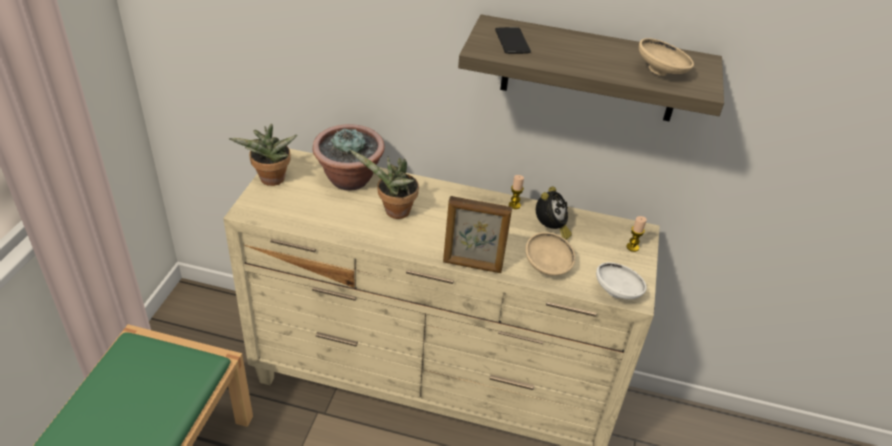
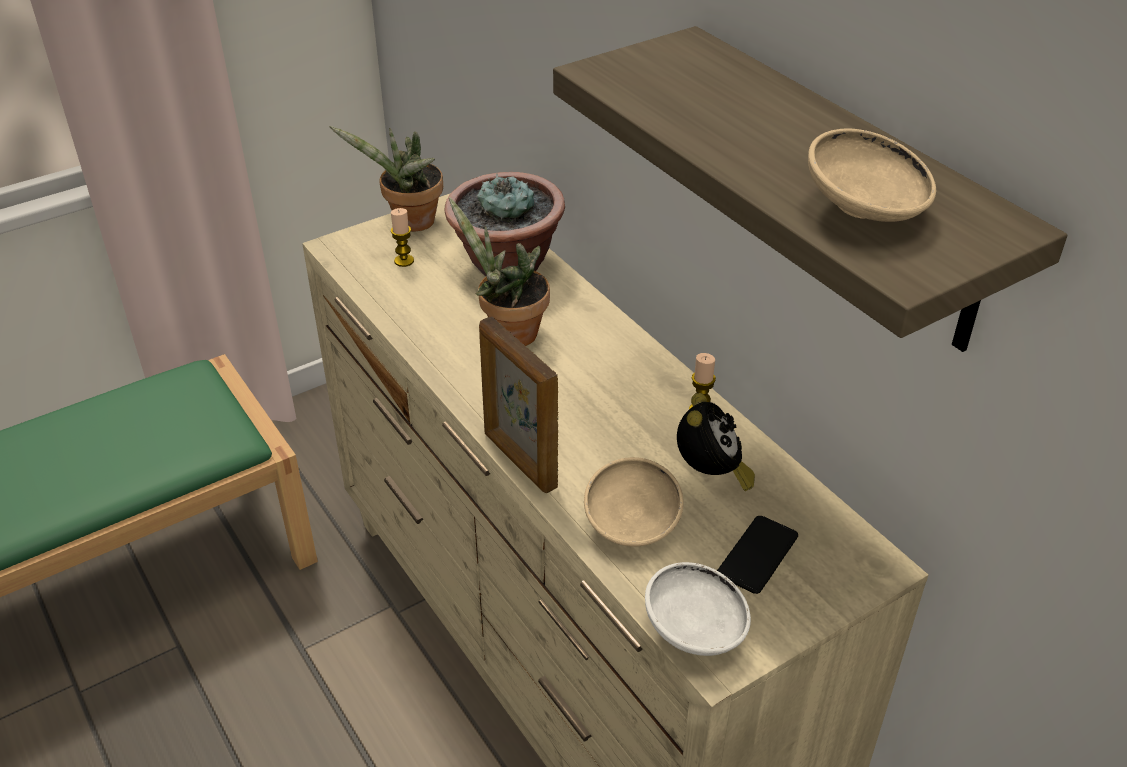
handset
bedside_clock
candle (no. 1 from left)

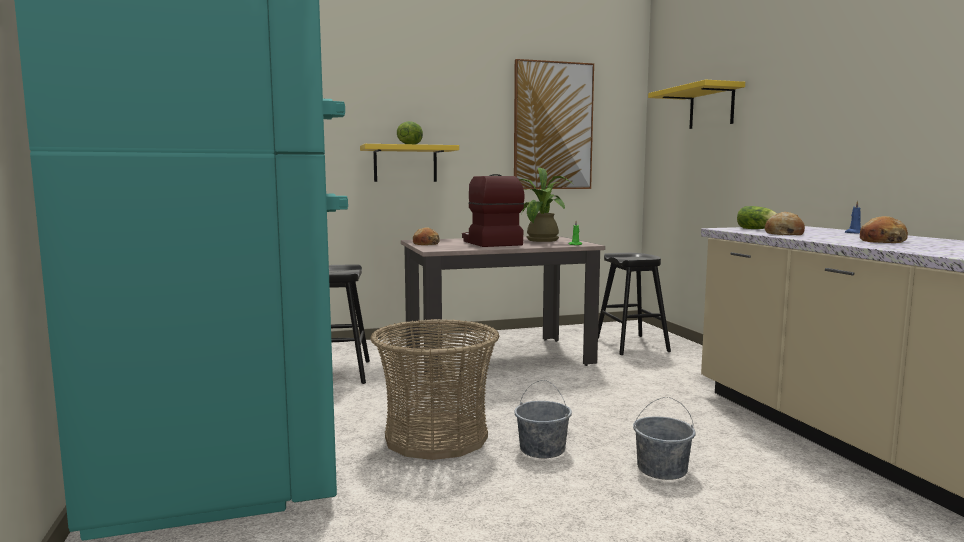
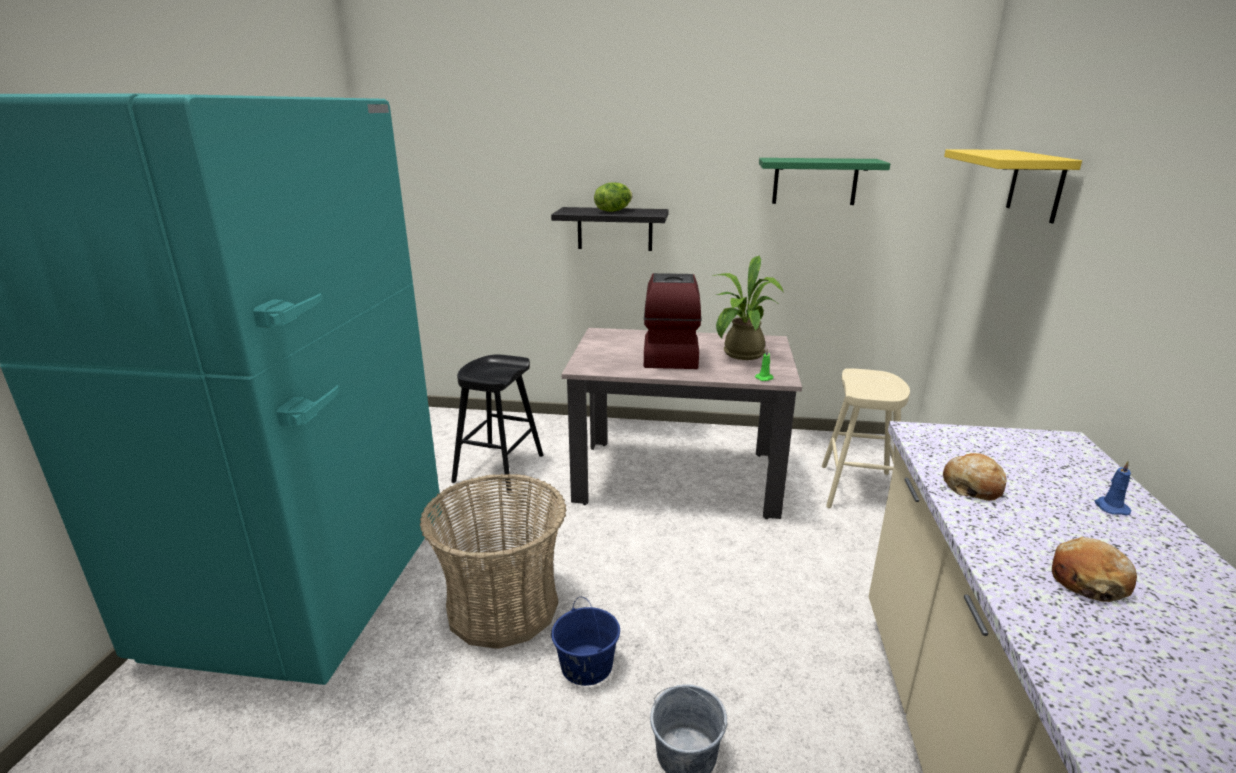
greenish_bracket_shelf
blackish_bracket_shelf
lettuce (no. 2 from left in the first image)
baked_bread (no. 1 from left in the first image)
beige-coloured_stool_seat
bluish_pail

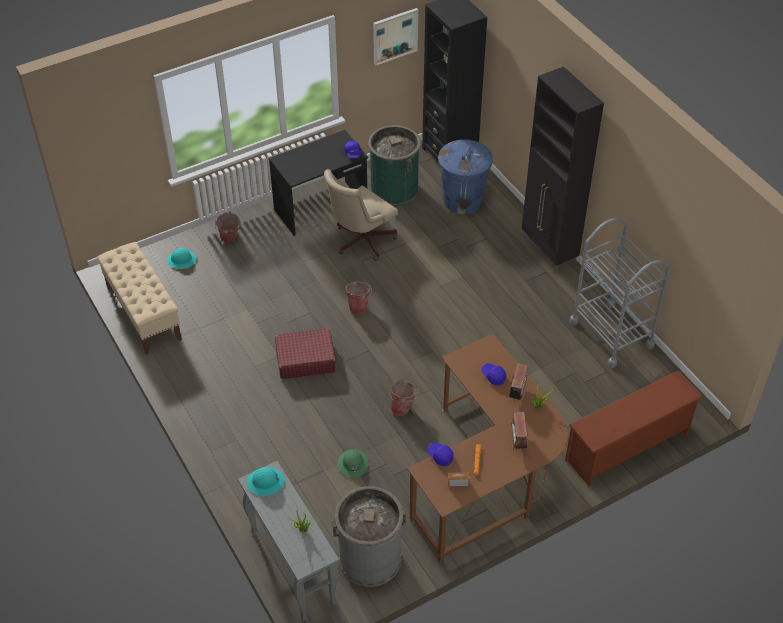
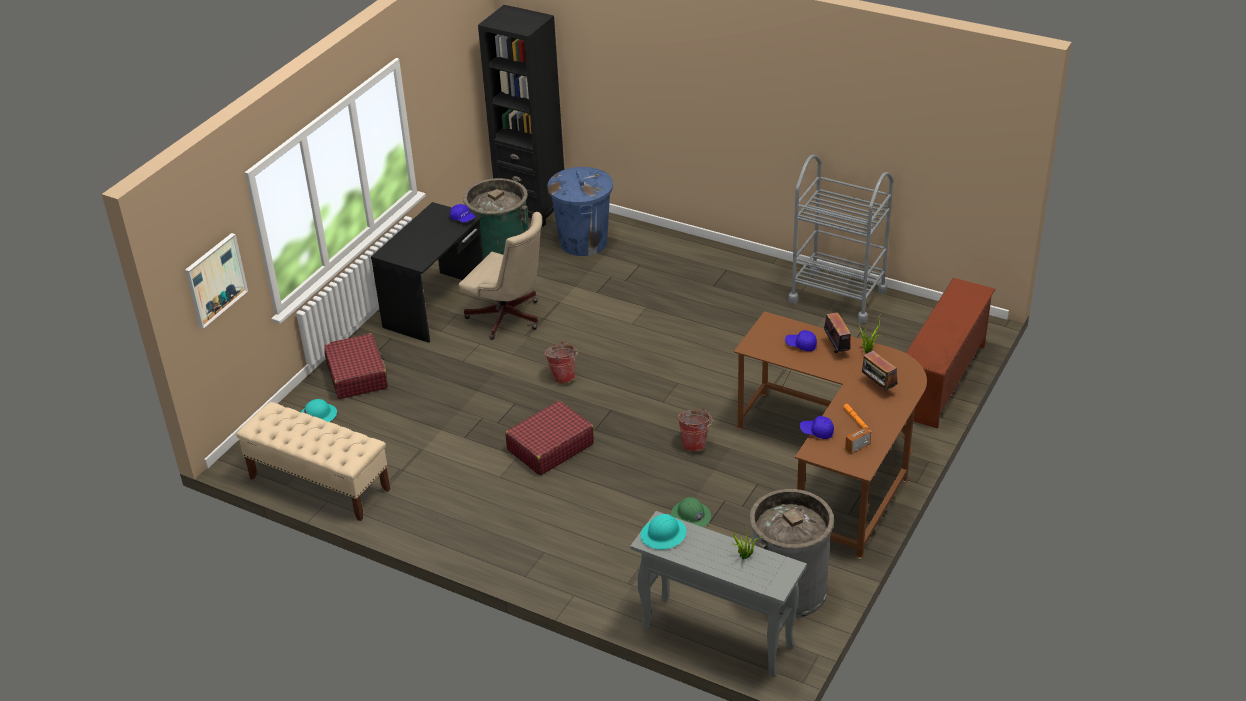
wall_art
blackish_storage_cabinet
beige-coloured_computer_chair
reddish_piece_of_luggage (no. 1 from left)

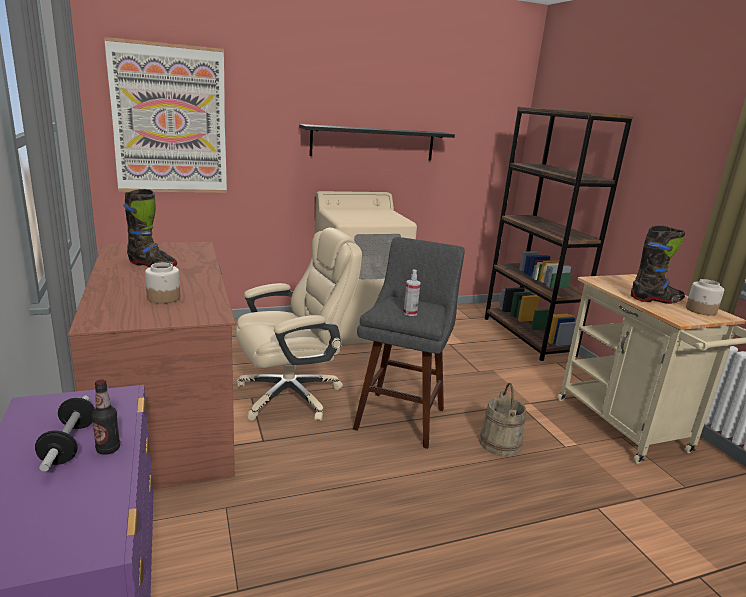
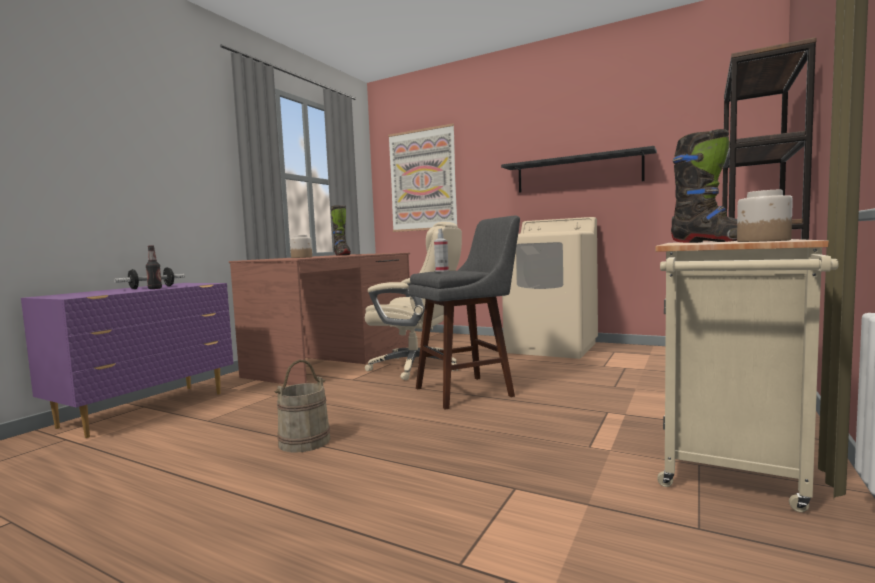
beige-coloured_pail

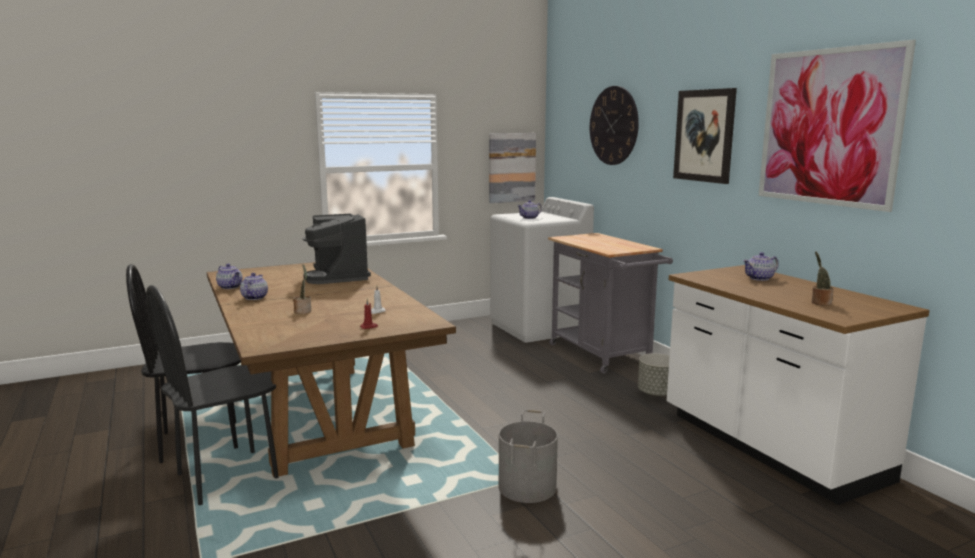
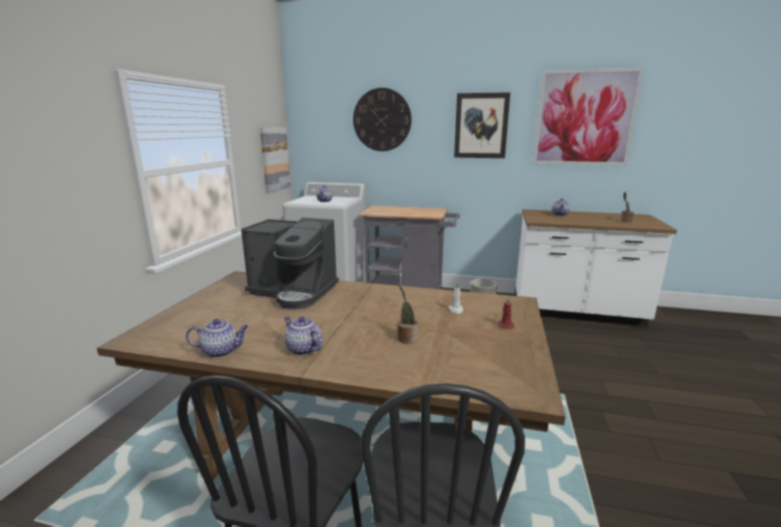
gray_pail

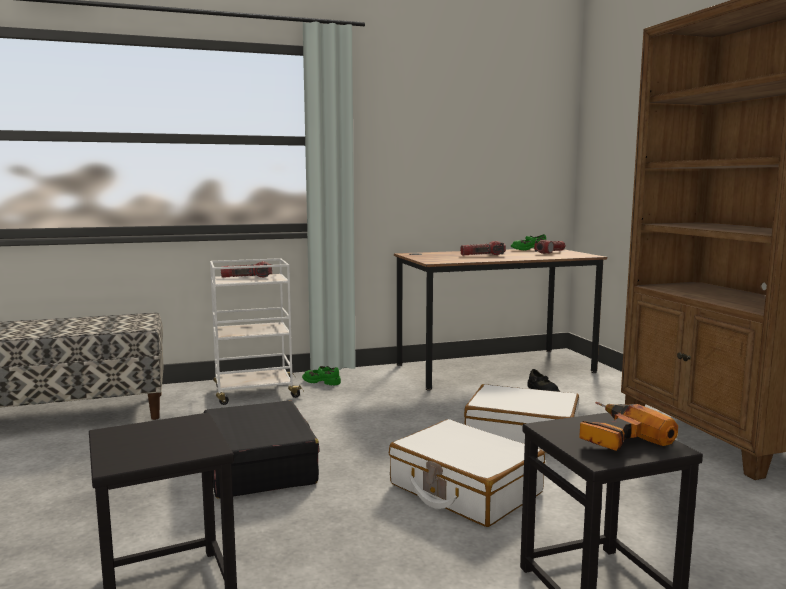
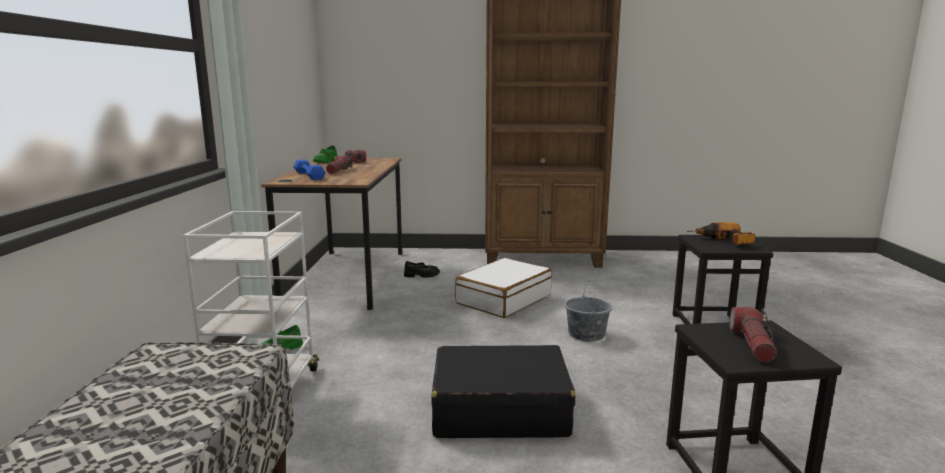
torch (no. 3 from left)
gray_pail
bluish_hand_weight

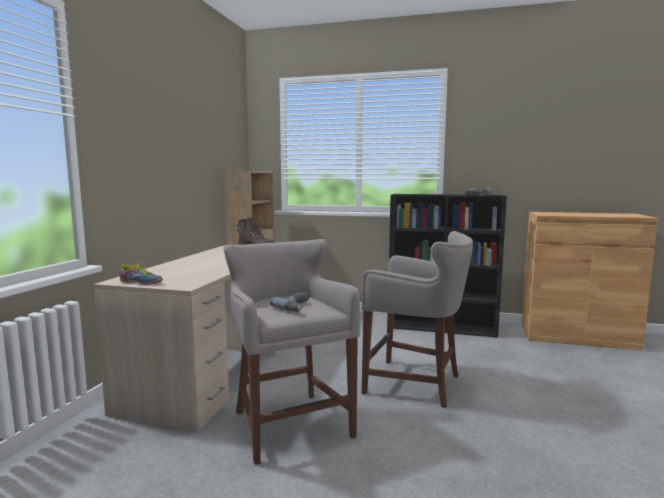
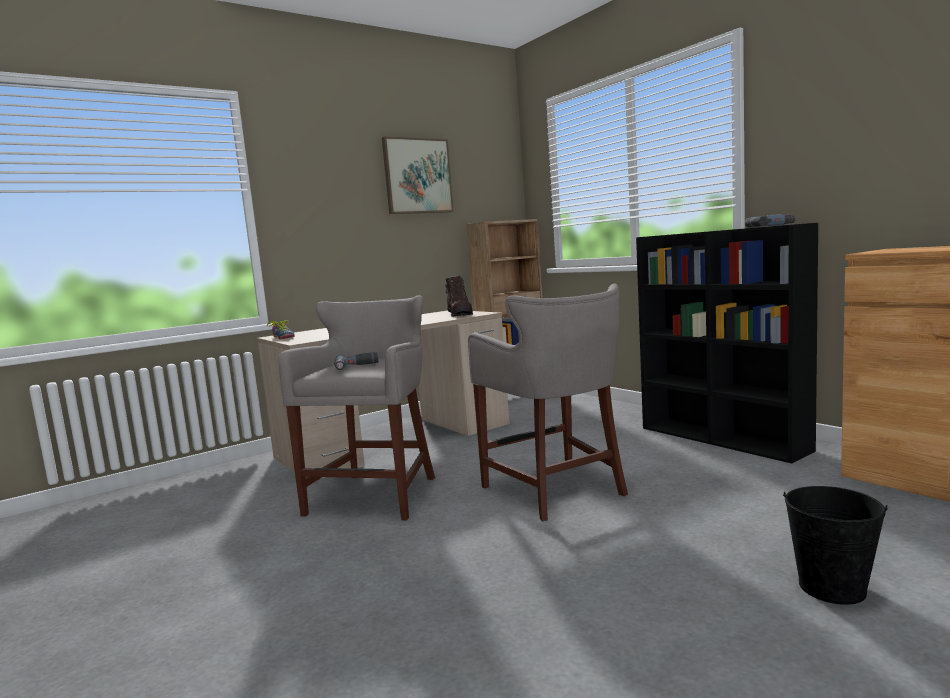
wall_art
blackish_pail

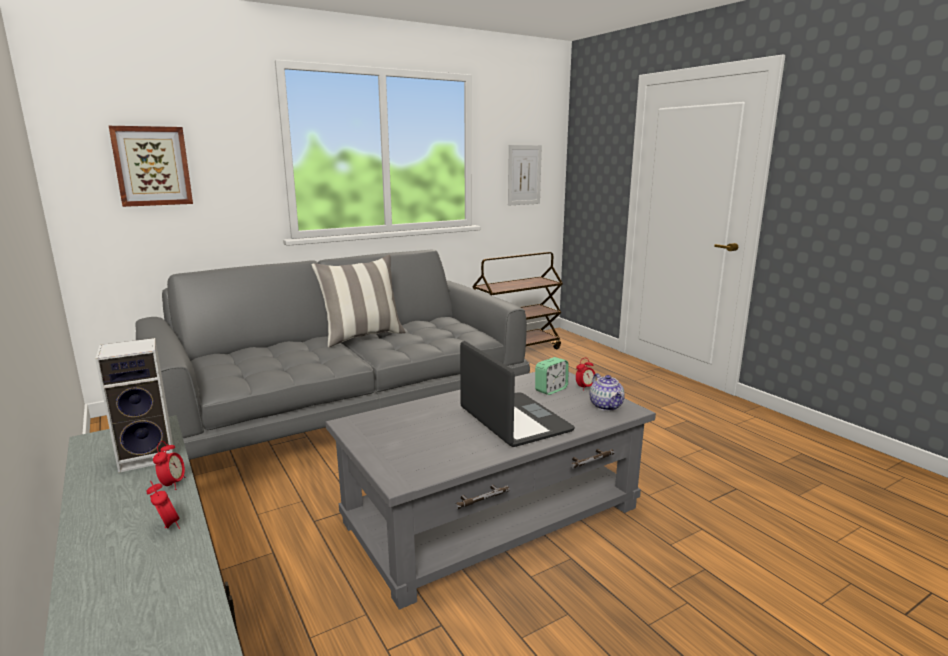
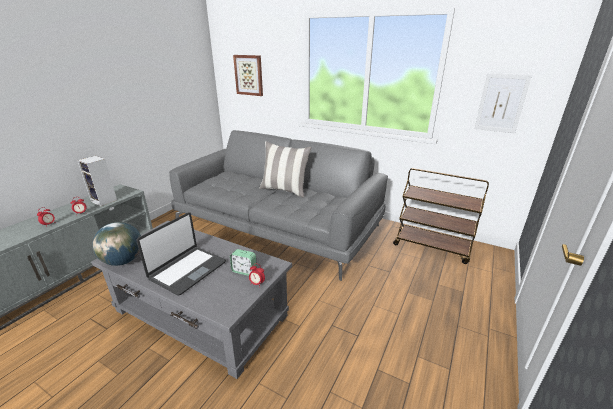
teapot
world_globe

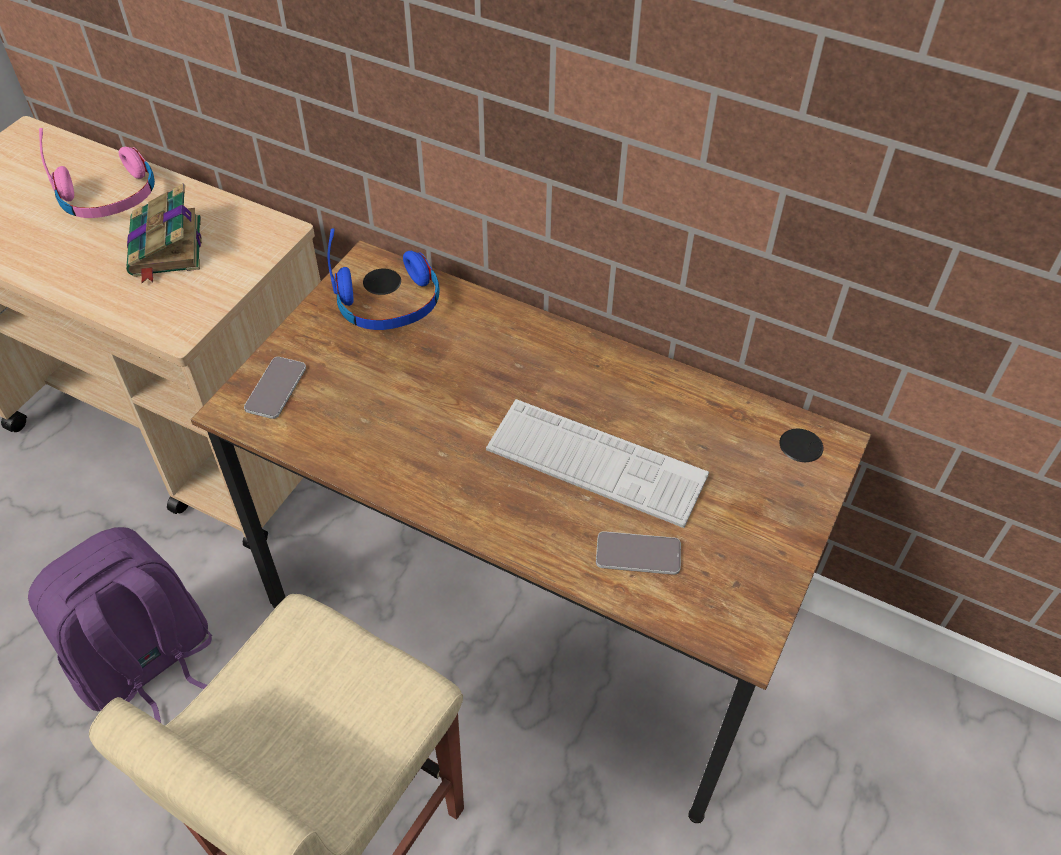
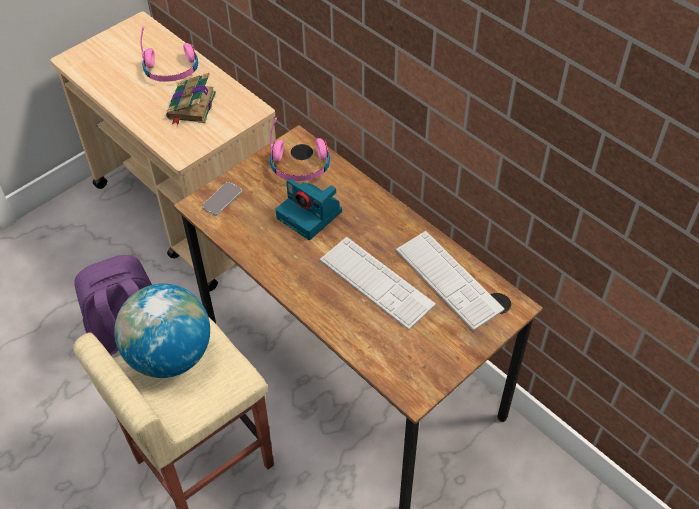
pink-coloured_headset (no. 2 from left)
handset (no. 2 from left in the first image)
still_camera
PC_keyboard (no. 2 from left)
world_globe

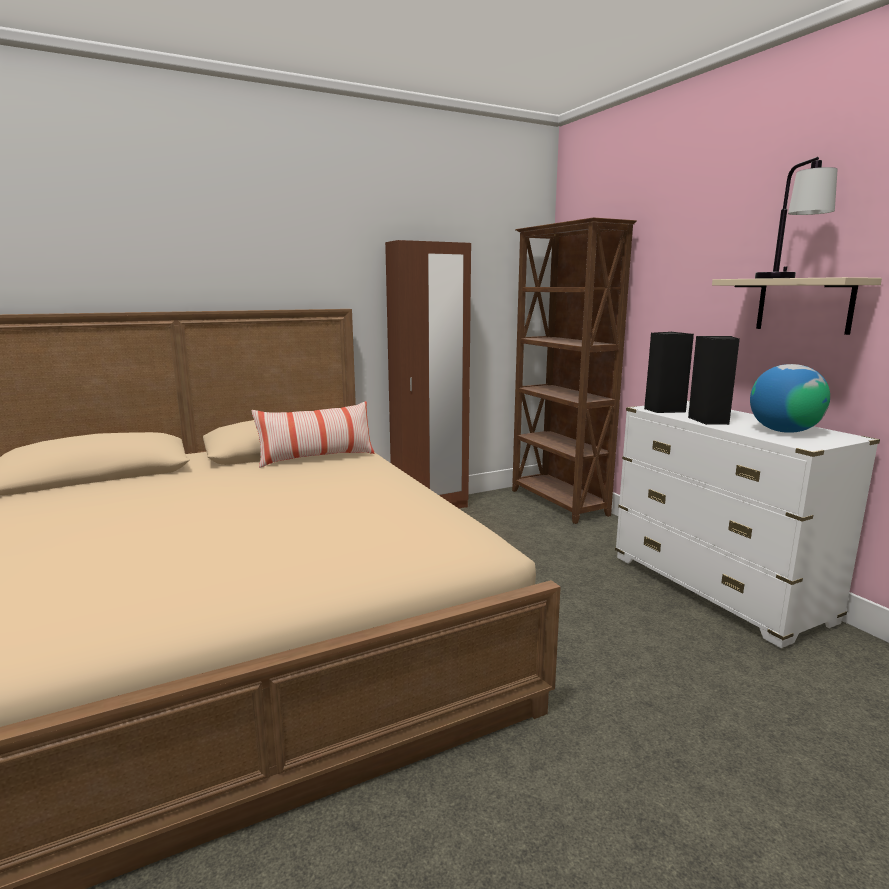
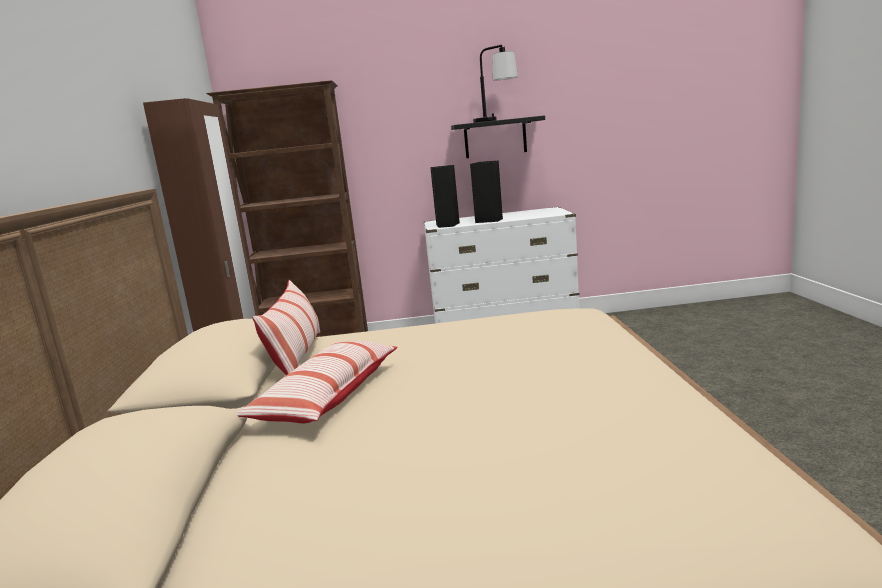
blackish_bracket_shelf
world_globe
cushion (no. 2 from left)

